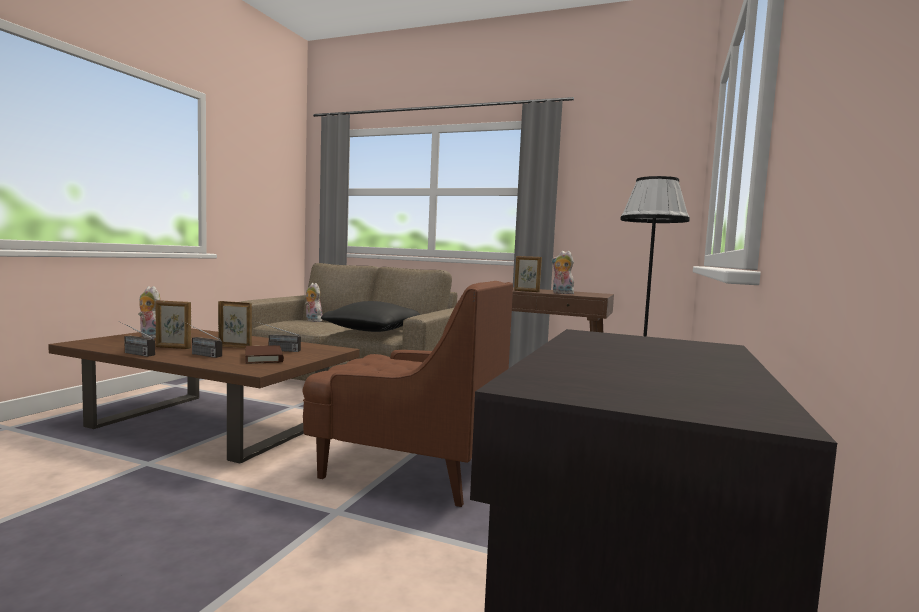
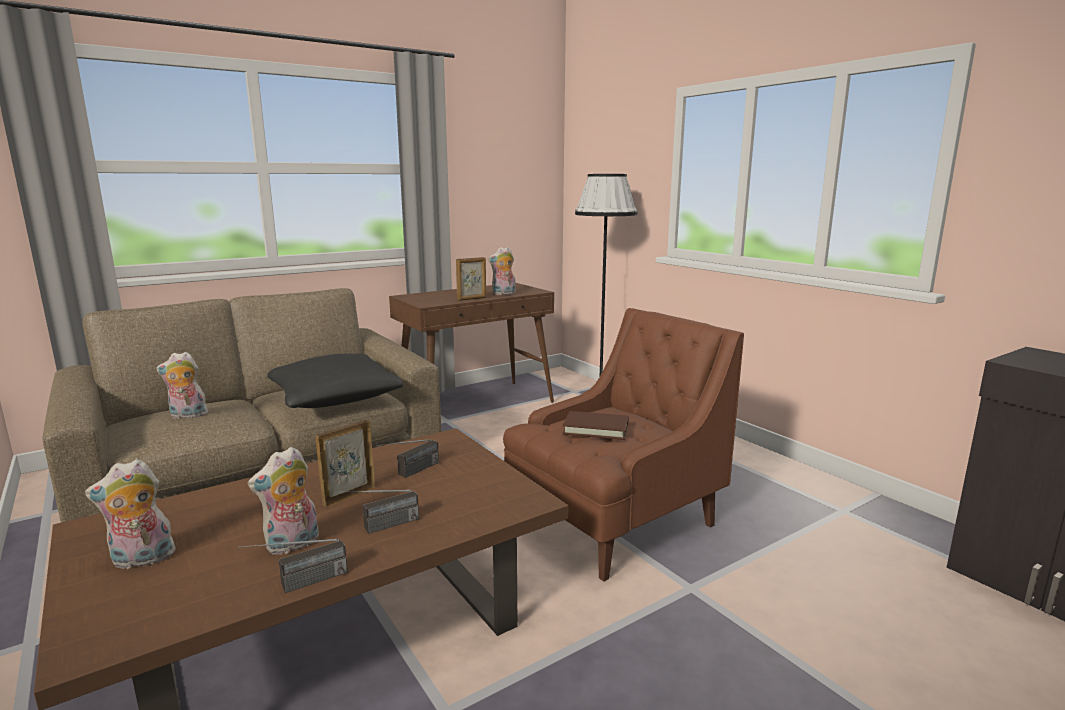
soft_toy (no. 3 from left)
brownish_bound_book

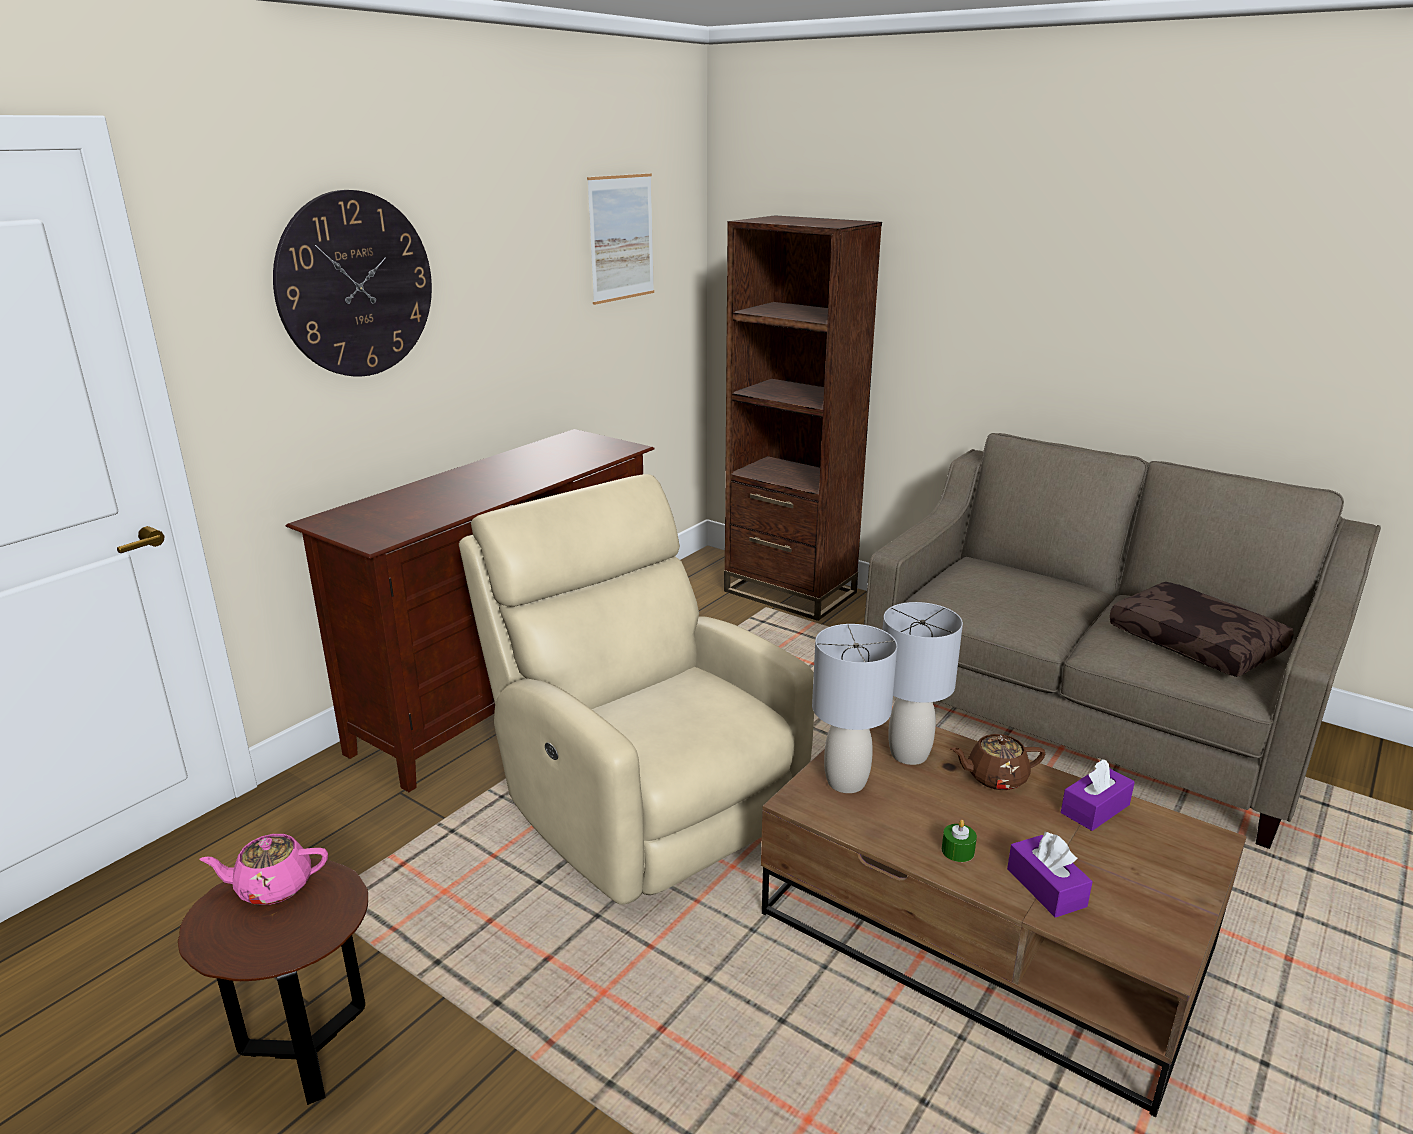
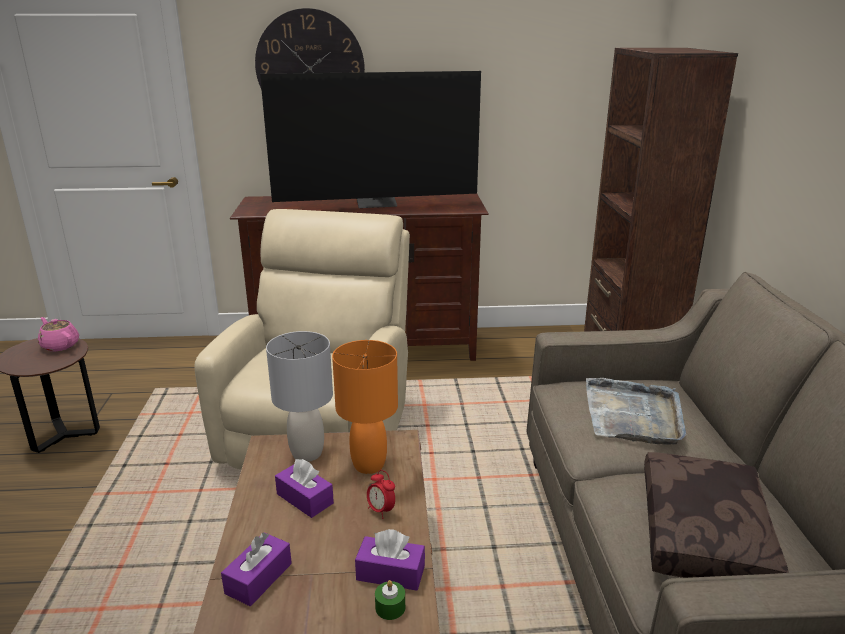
wall_art
orange_lamp_for_a_table
bedside_clock
greenish_candle
TV_set
gray_tray
purple-coloured_box_of_tissues (no. 2 from left)

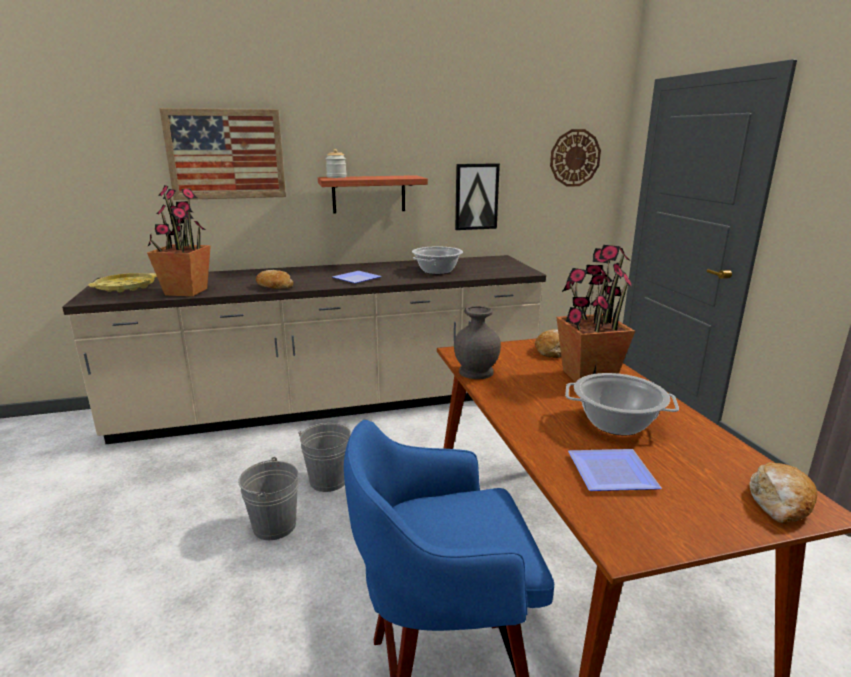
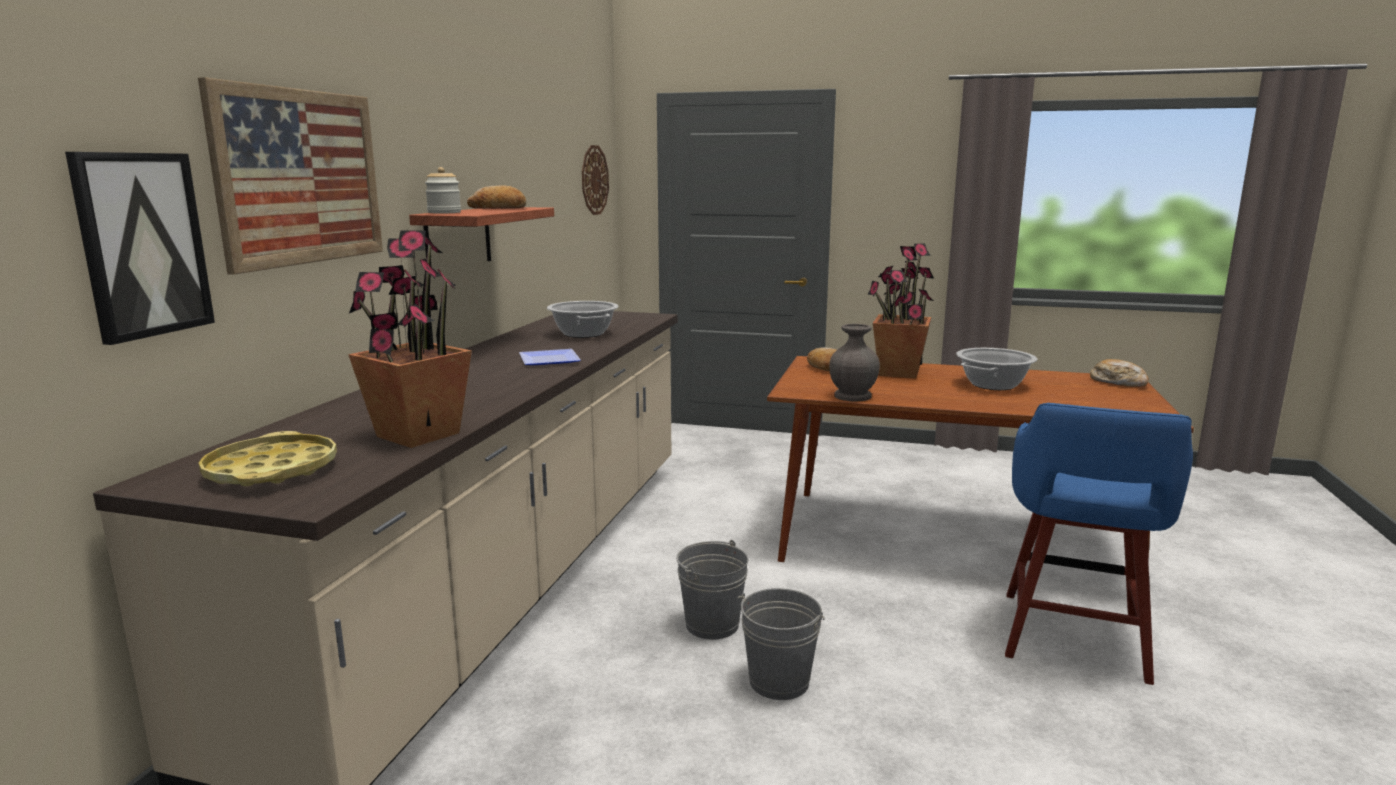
wall_art (no. 1 from left)
baked_bread (no. 1 from left)
dinner_plate (no. 2 from left in the first image)

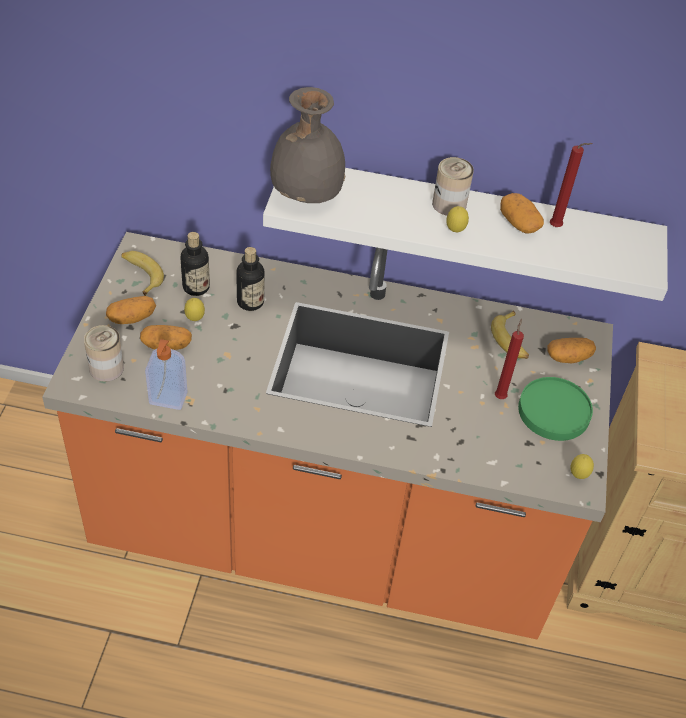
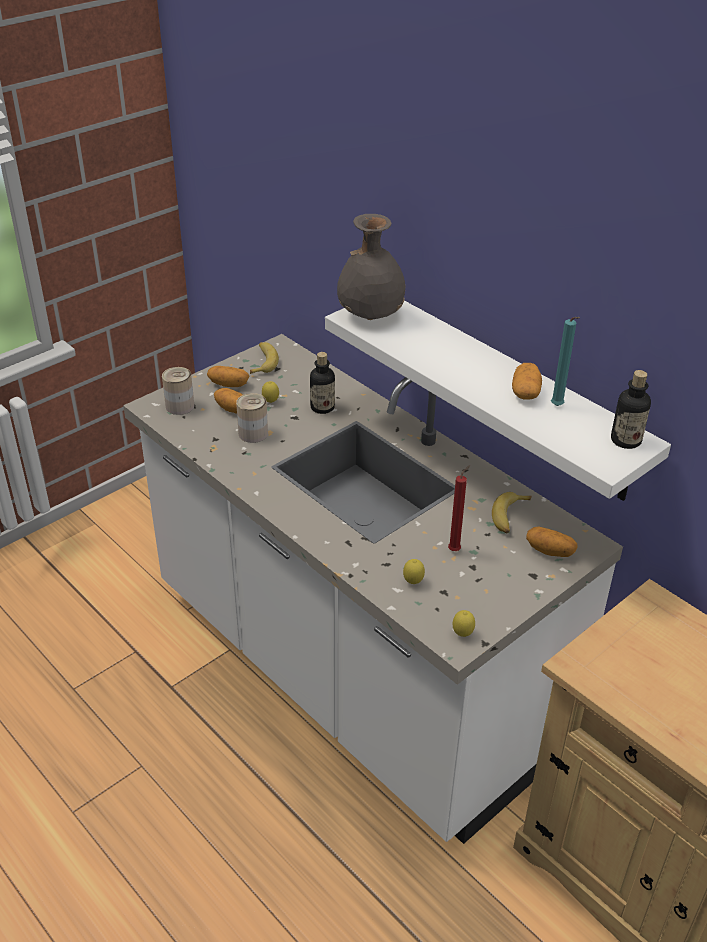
blue-green_candle
sealed_can (no. 2 from left)
whole_lemon (no. 2 from left)
white-coloured_kitchen_base_unit
bottle (no. 2 from left)
soap_bottle
greenish_dinner_plate

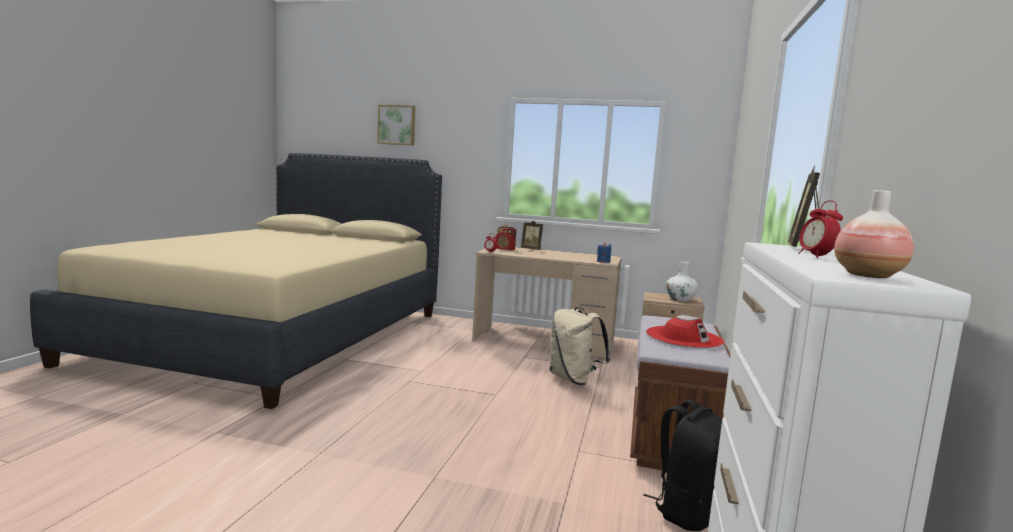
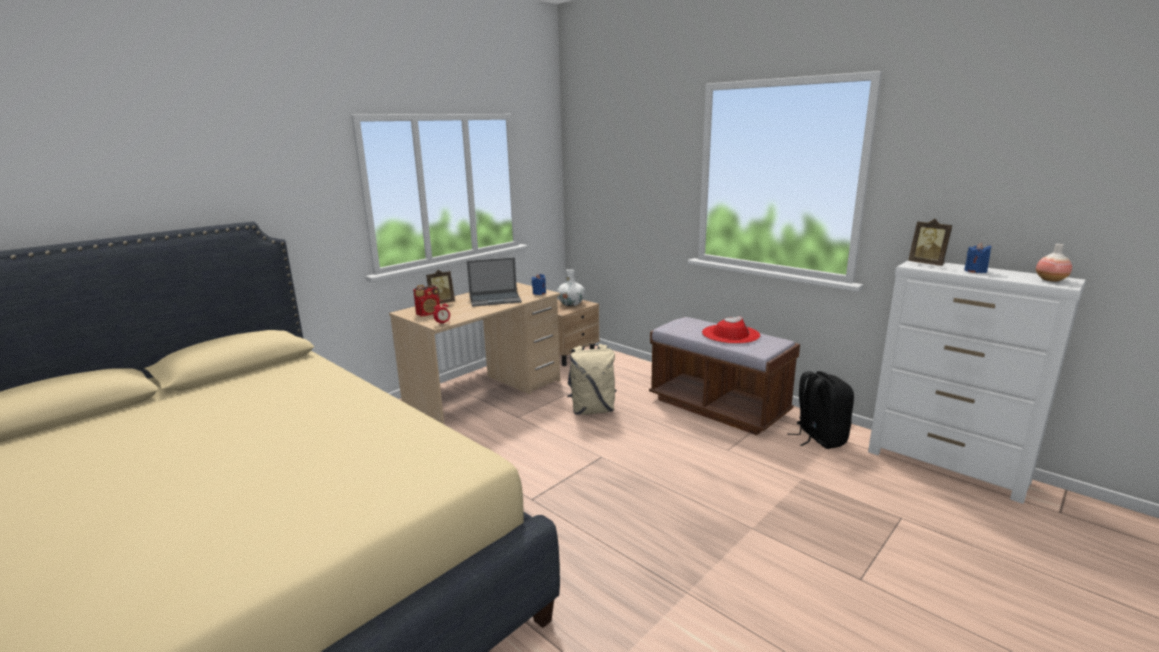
wall_art
bluish_candle (no. 2 from left)
notebook_computer

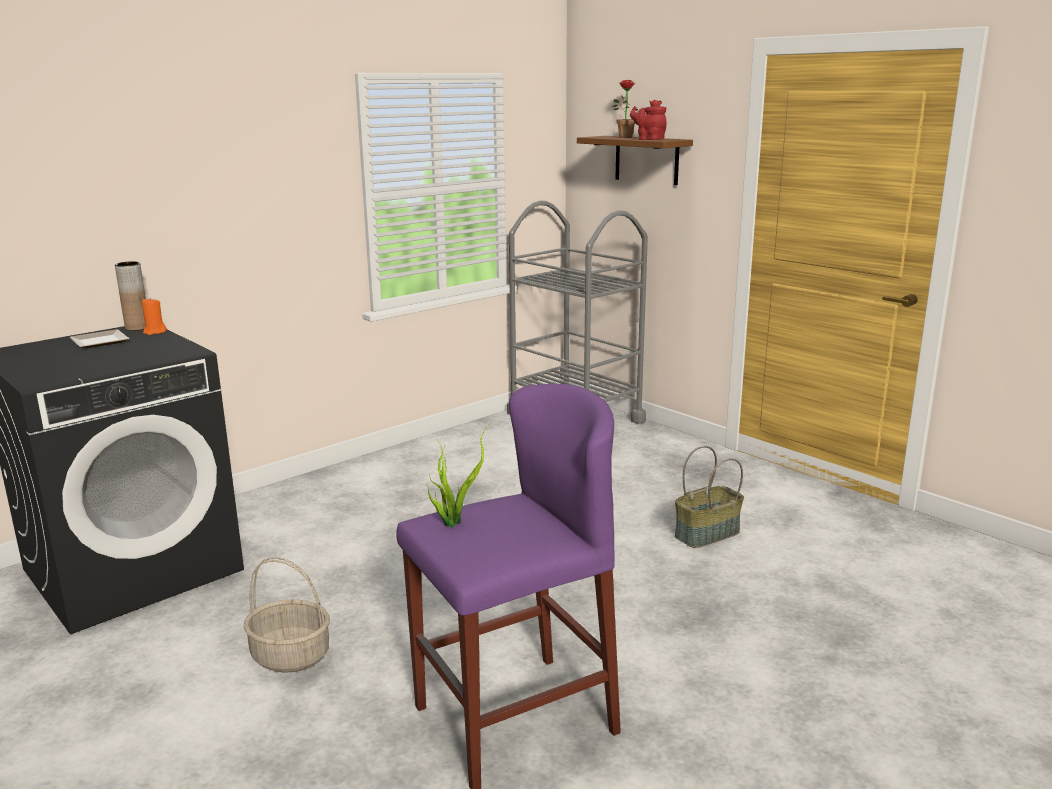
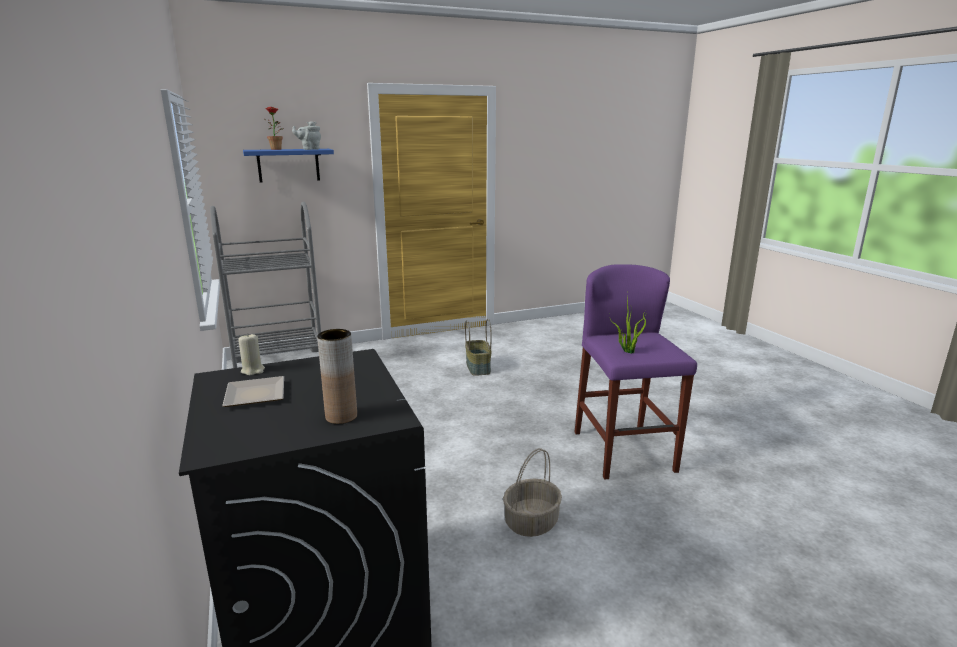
gray_teapot
bluish_bracket_shelf
brownish_vase
beige-coloured_candle

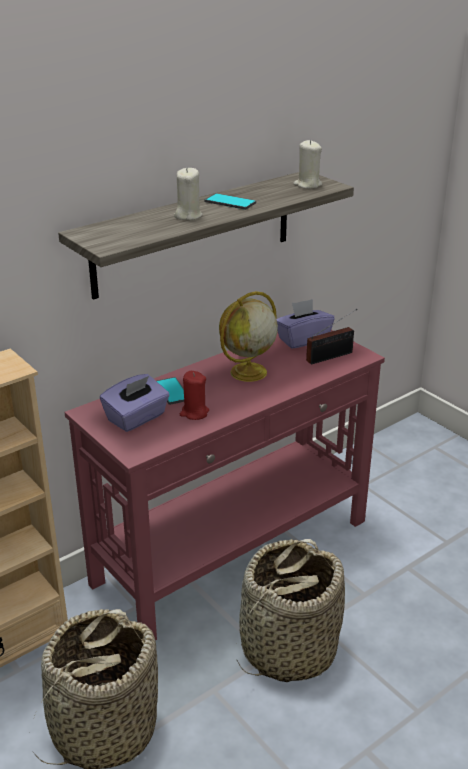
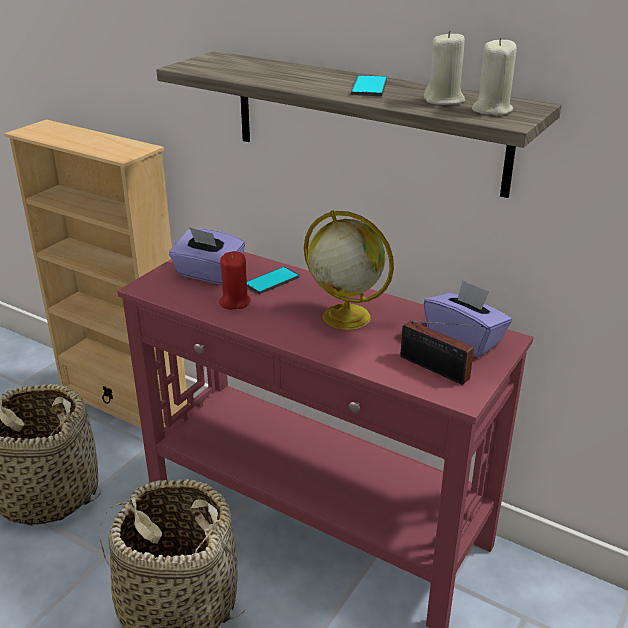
beige-coloured_candle (no. 1 from left)

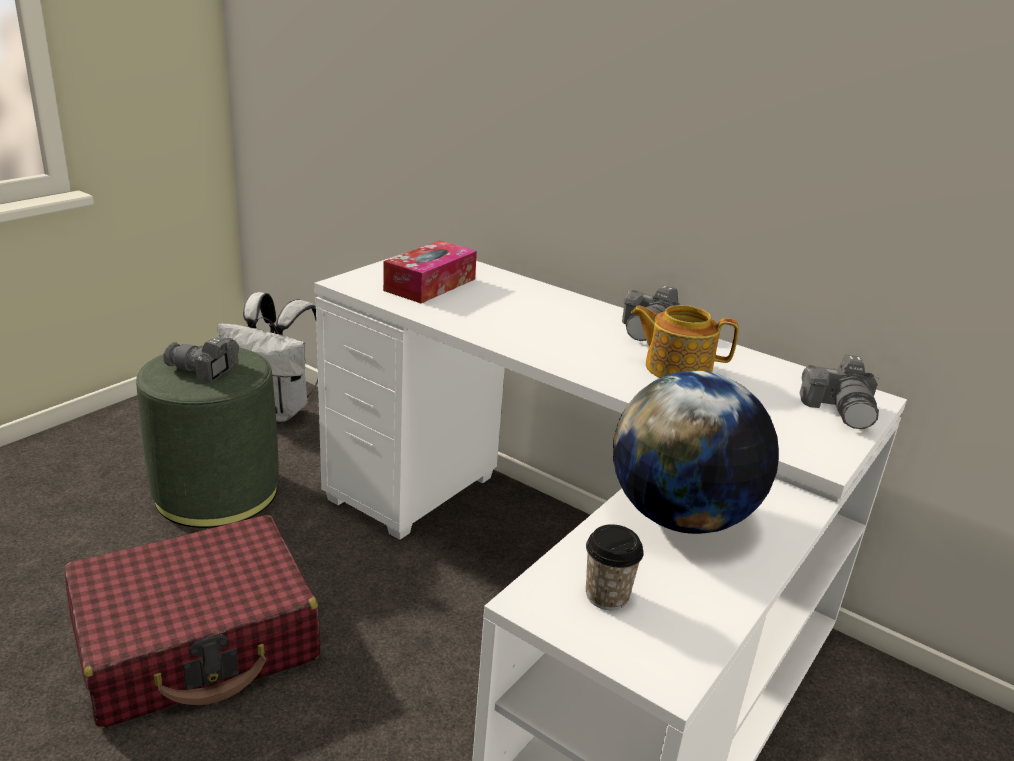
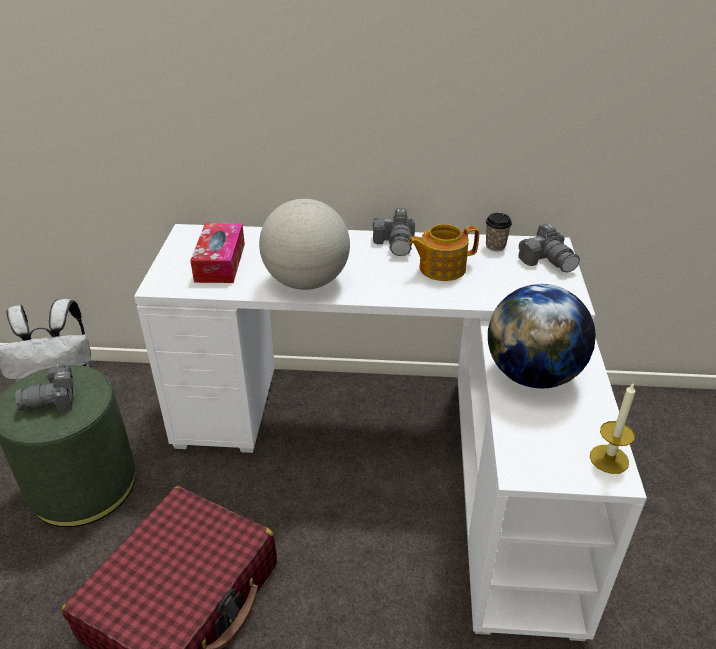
cup
world_globe (no. 1 from left)
candle

